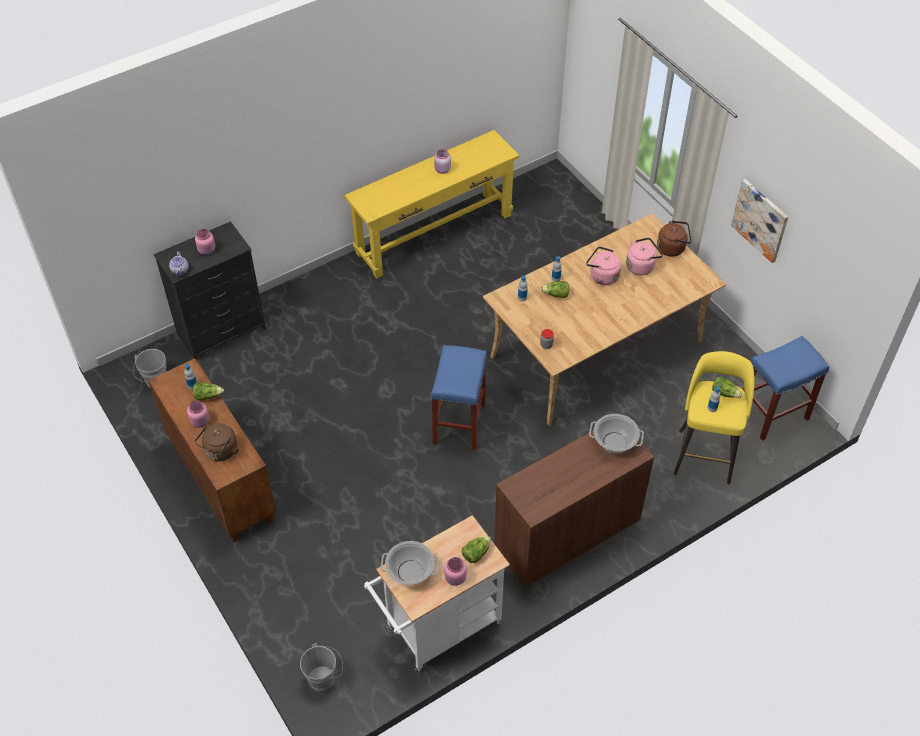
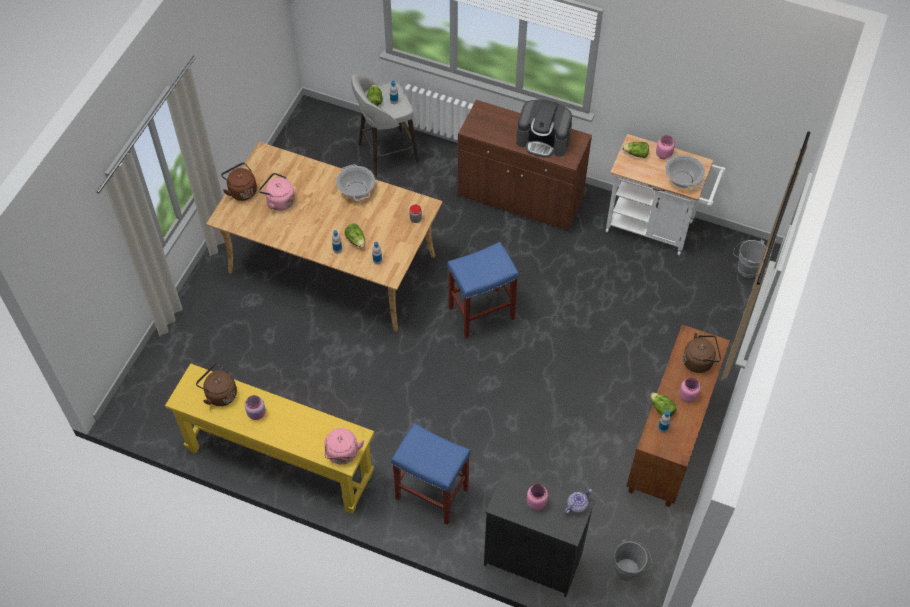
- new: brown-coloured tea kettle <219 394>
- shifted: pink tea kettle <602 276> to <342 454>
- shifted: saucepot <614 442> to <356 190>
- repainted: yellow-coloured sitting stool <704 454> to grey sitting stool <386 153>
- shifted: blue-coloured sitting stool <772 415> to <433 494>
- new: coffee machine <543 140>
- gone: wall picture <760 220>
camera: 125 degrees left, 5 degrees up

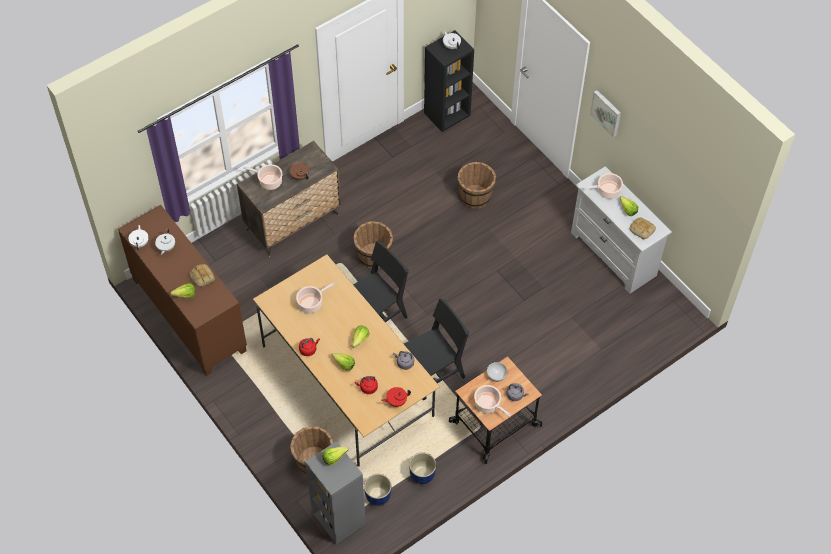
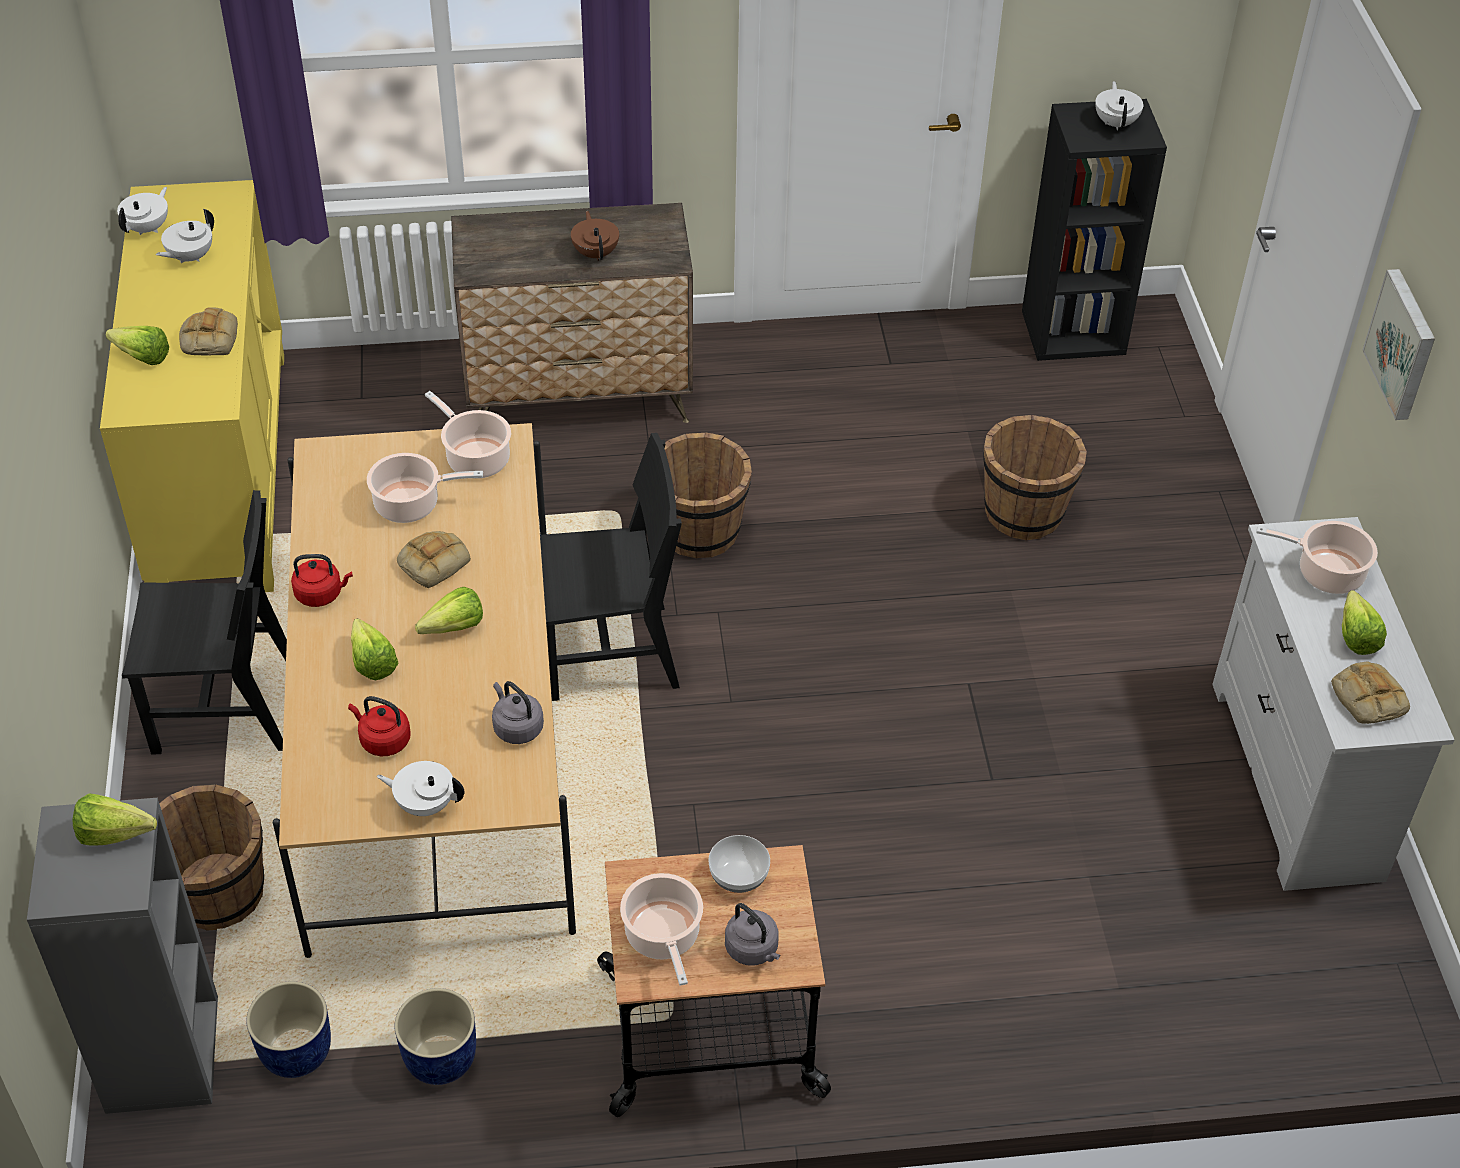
- repainted: brown-coloured storage cabinet <188 315> to yellow-coloured storage cabinet <219 472>
- shifted: blackish chair <432 373> to <226 708>
- repainted: red-coloured pot for tea <396 401> to white pot for tea <425 804>
- new: baked bread <434 561>
- shifted: saucepot <269 181> to <475 458>
camera: 30 degrees right, 10 degrees down

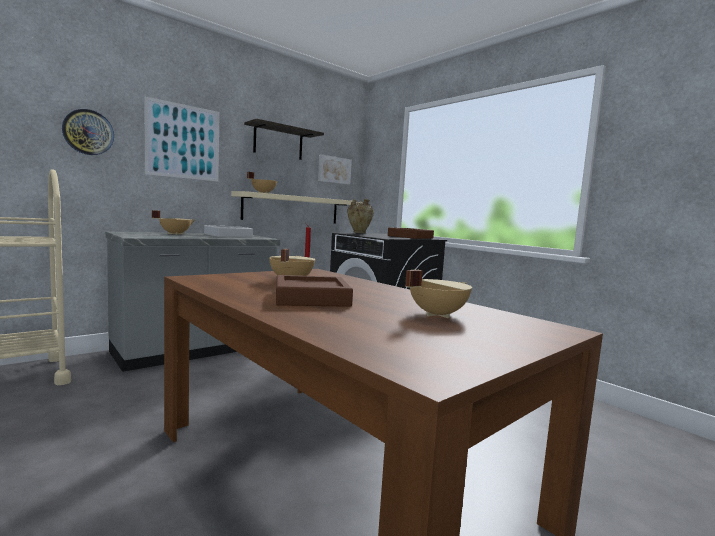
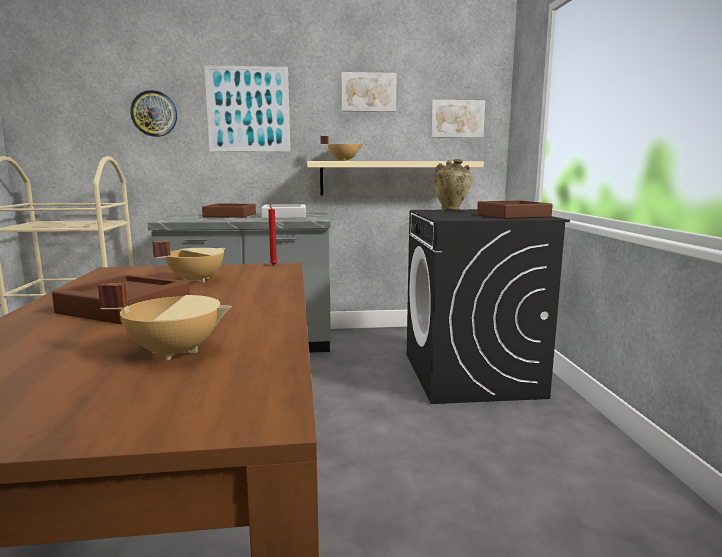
- swapped: beige saucepot <175 234> to brown-coloured tray <230 215>
- swapped: shelf <278 142> to wall picture <368 92>
camera: 35 degrees right, 5 degrees up

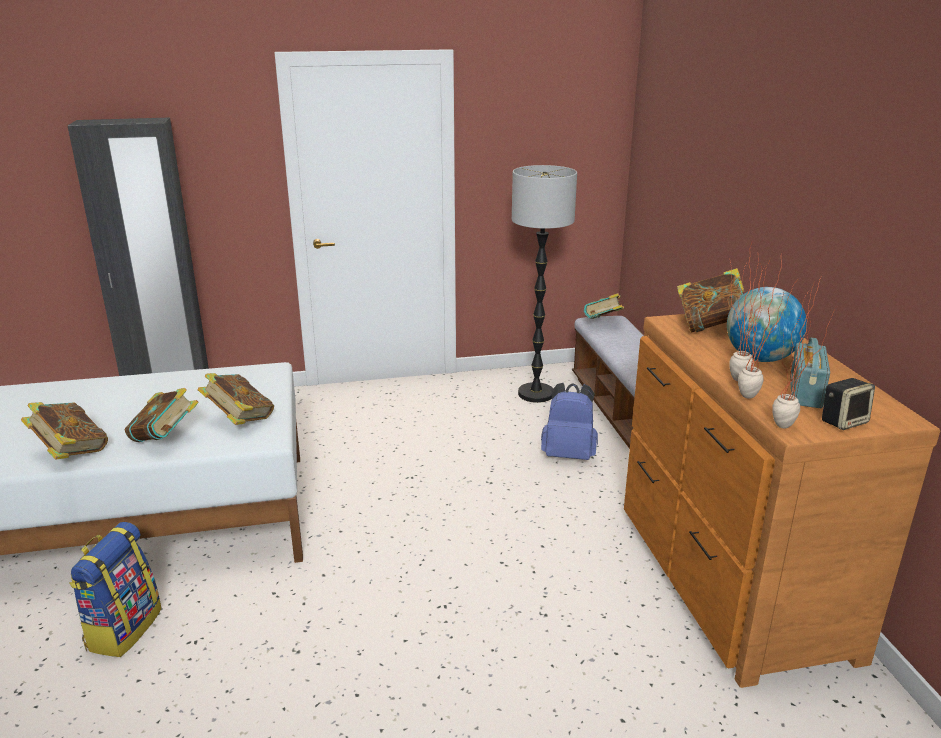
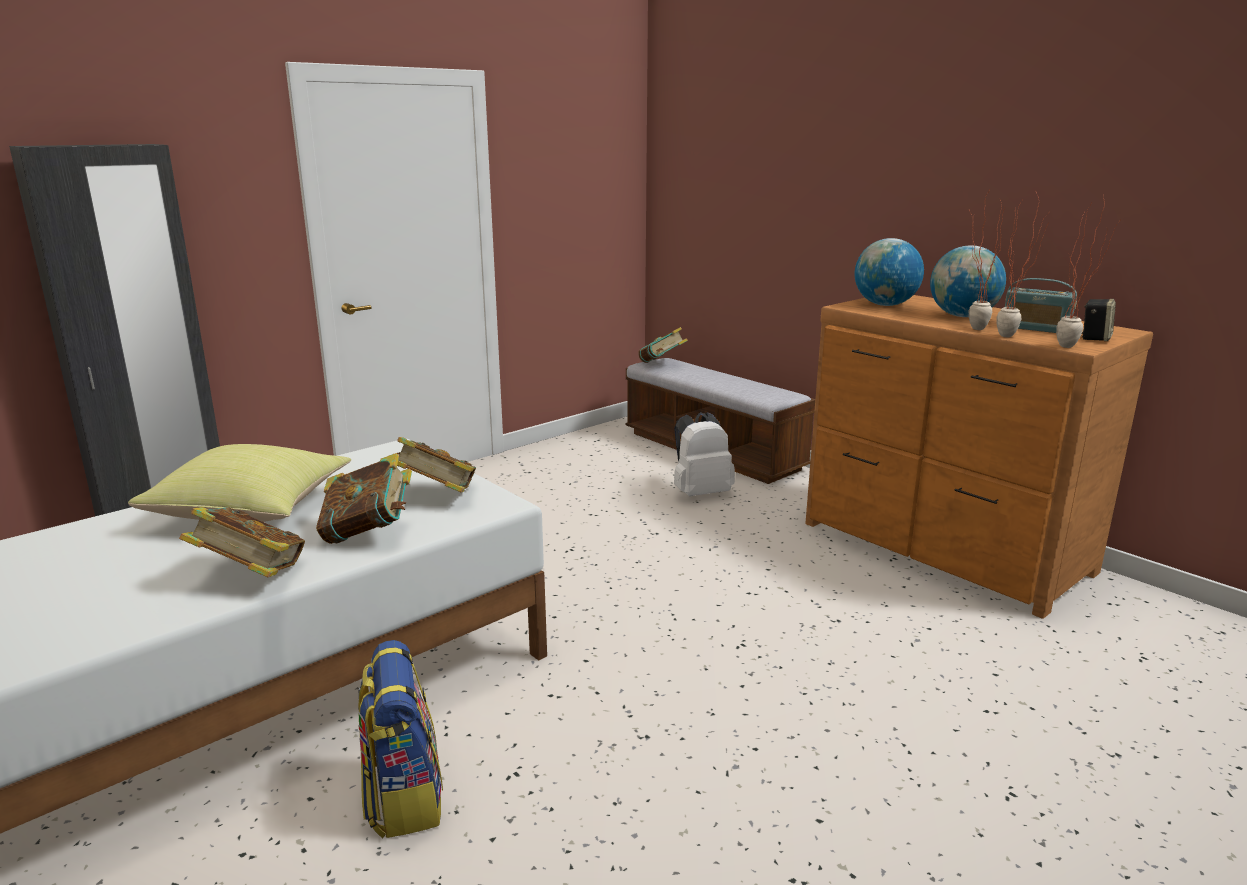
- new: yellow-coloured cushion <253 511>
- repainted: blue-coloured knapsack <568 454> to white knapsack <700 493>
- swapped: volume <711 326> to desk globe <885 305>
- rotated: radio receiver <805 392> = <1035 328> 45 degrees counterclockwise
- gone: standing lamp <536 394>
camera: 30 degrees left, 5 degrees down

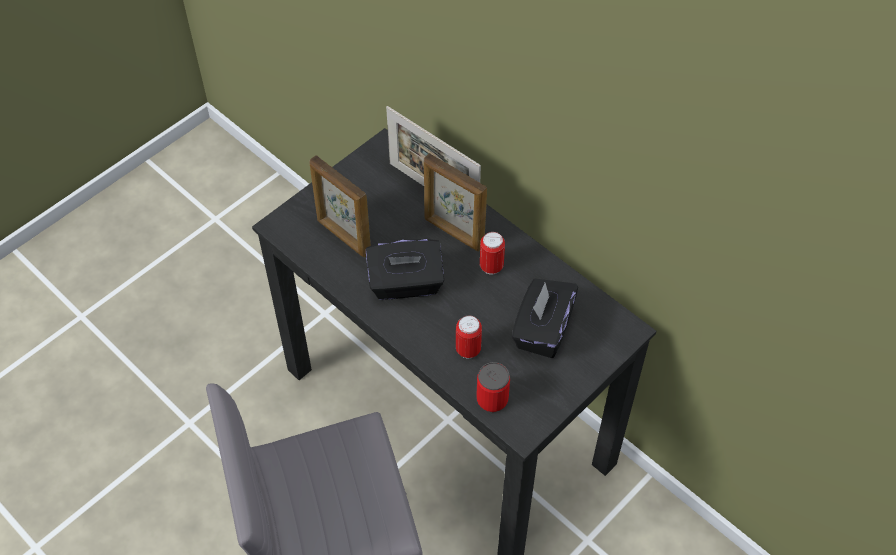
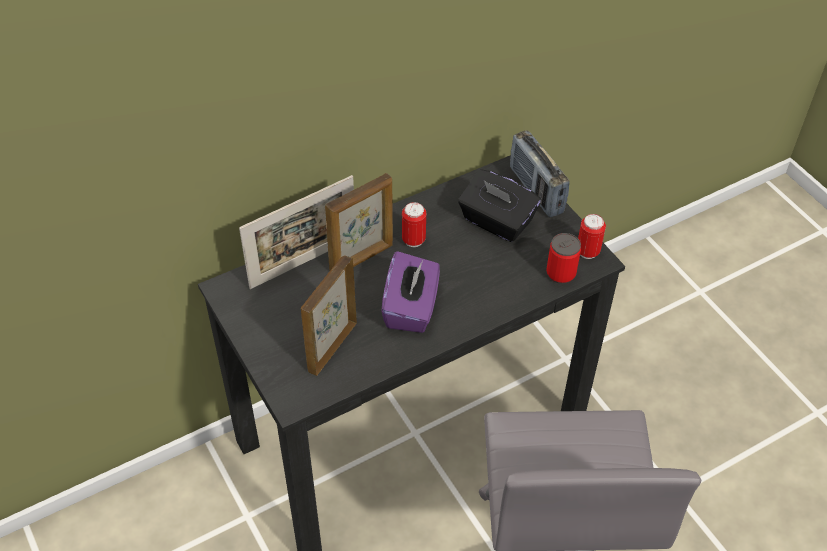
- rotated: picture frame <343 236> = <331 347> 150 degrees clockwise
- repainted: blackish tissue holder <406 284> to purple-coloured tissue holder <411 308>
- new: radio receiver <536 190>
- shifted: metal can <468 350> to <587 252>
camera: 75 degrees left, 5 degrees down

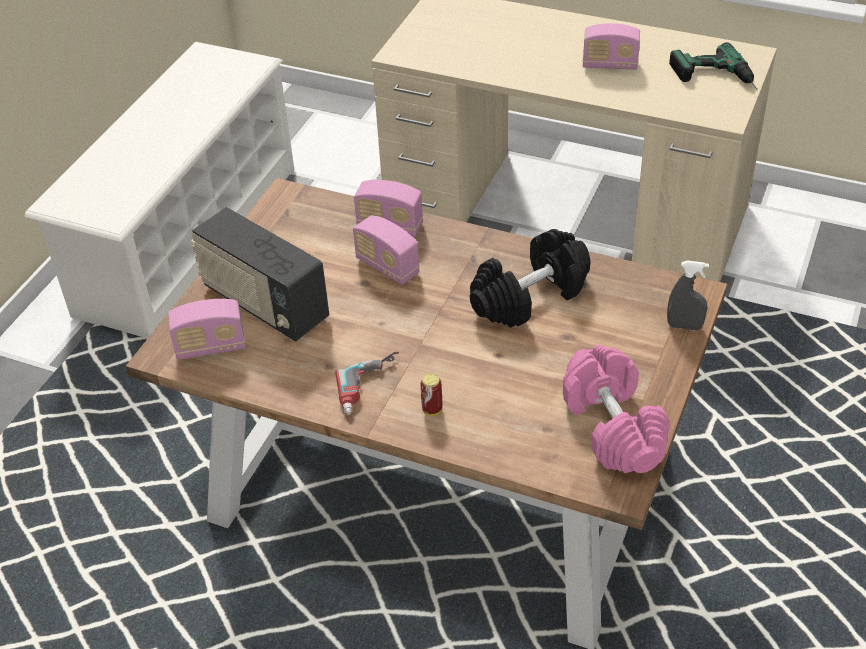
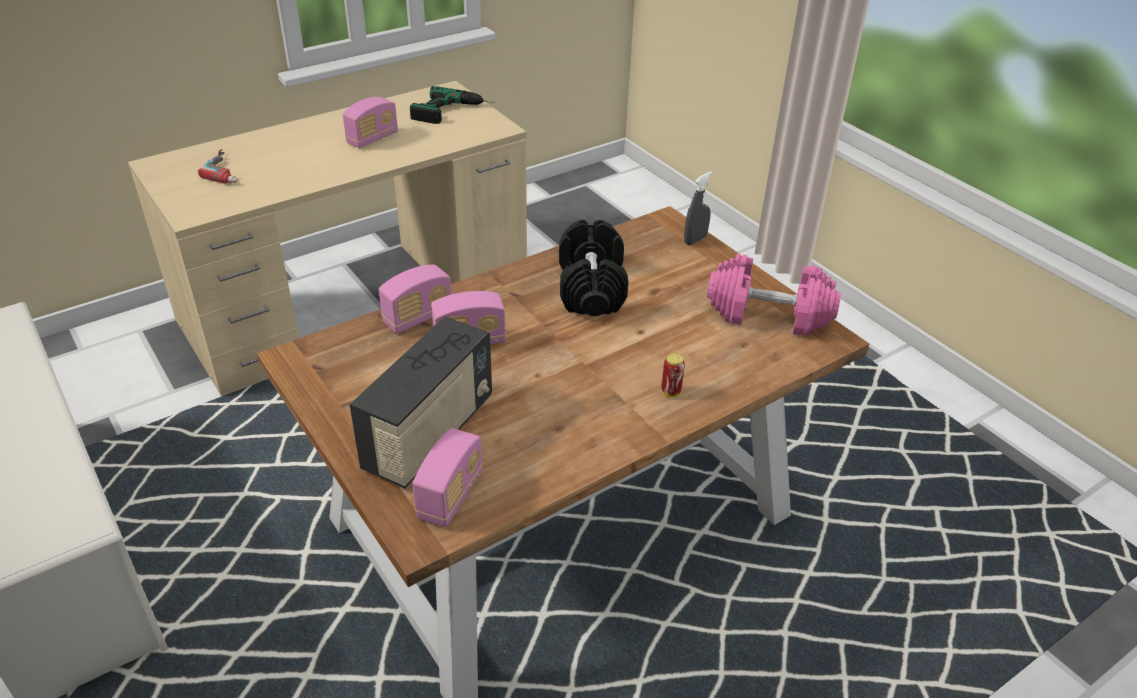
- shifted: drill <371 387> to <228 170>
- rotated: radio receiver <264 304> = <430 434> 45 degrees counterclockwise
camera: 60 degrees left, 5 degrees down

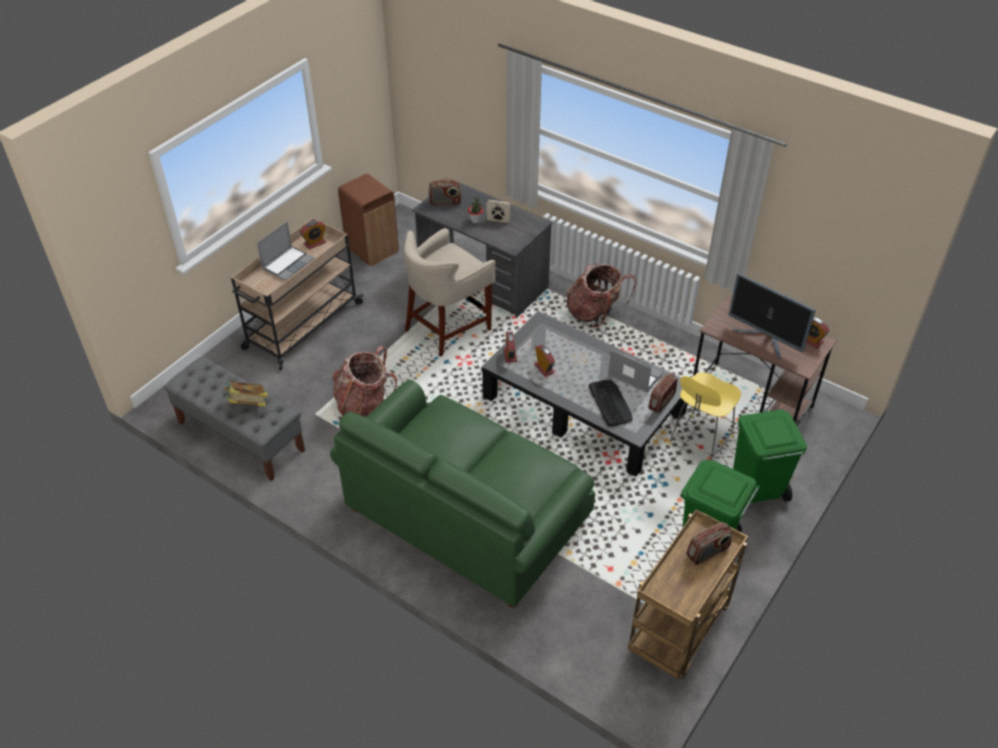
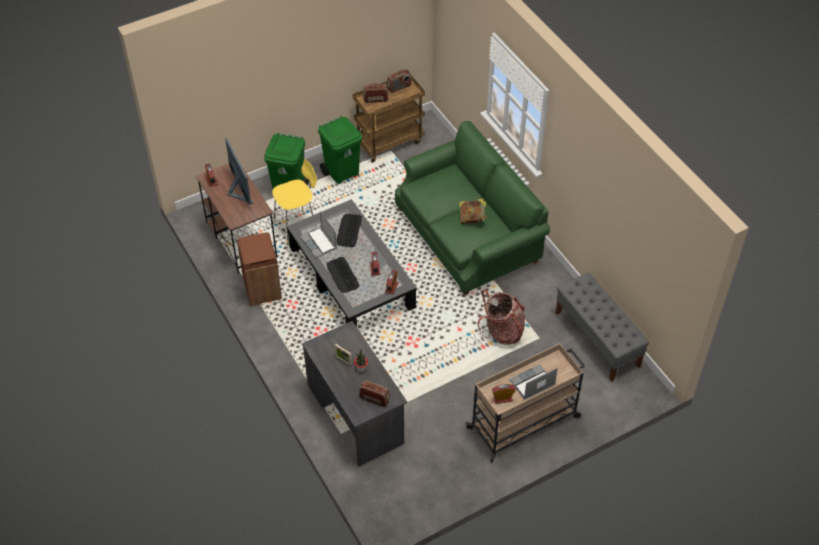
- shifted: brown-coloured trash can <372 249> to <262 290>
- new: PC keyboard <342 275>
- shifted: radio receiver <661 401> to <399 87>
- shifted: volume <248 404> to <472 219>
- gone: beige sitting stool <448 328>
- gone: knapsack <595 313>
camera: 155 degrees left, 5 degrees up

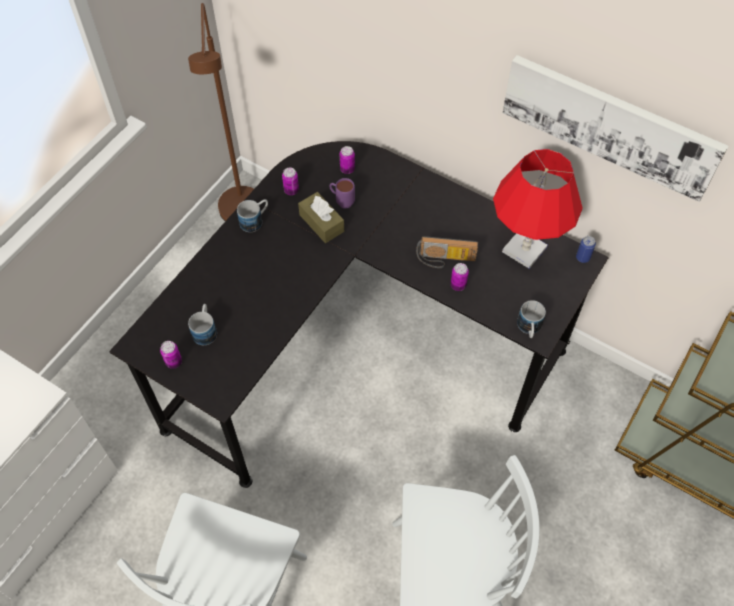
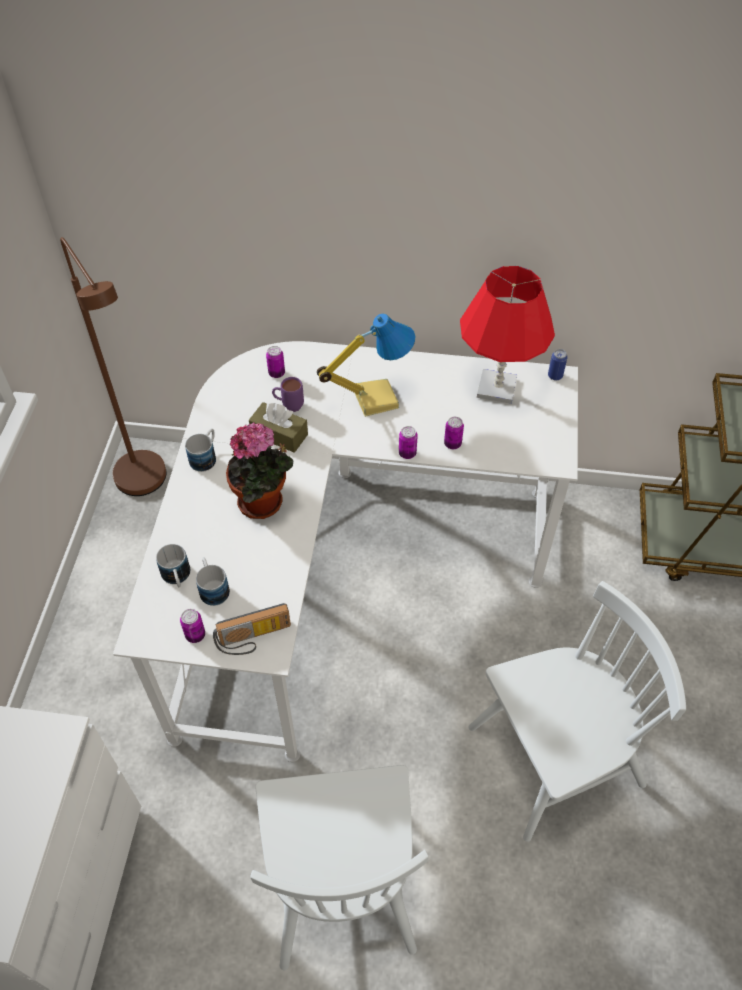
- repainted: blackish desk <357 349> to white desk <340 570>
- shifted: tea mug <529 329> to <177 578>
- shifted: radio receiver <445 260> to <254 639>
- new: potted plant <264 503>
- new: lamp for a table <374 398>
- shifted: metal can <291 190> to <407 453>
- gone: wall picture <610 124>
camera: 25 degrees left, 5 degrees down

